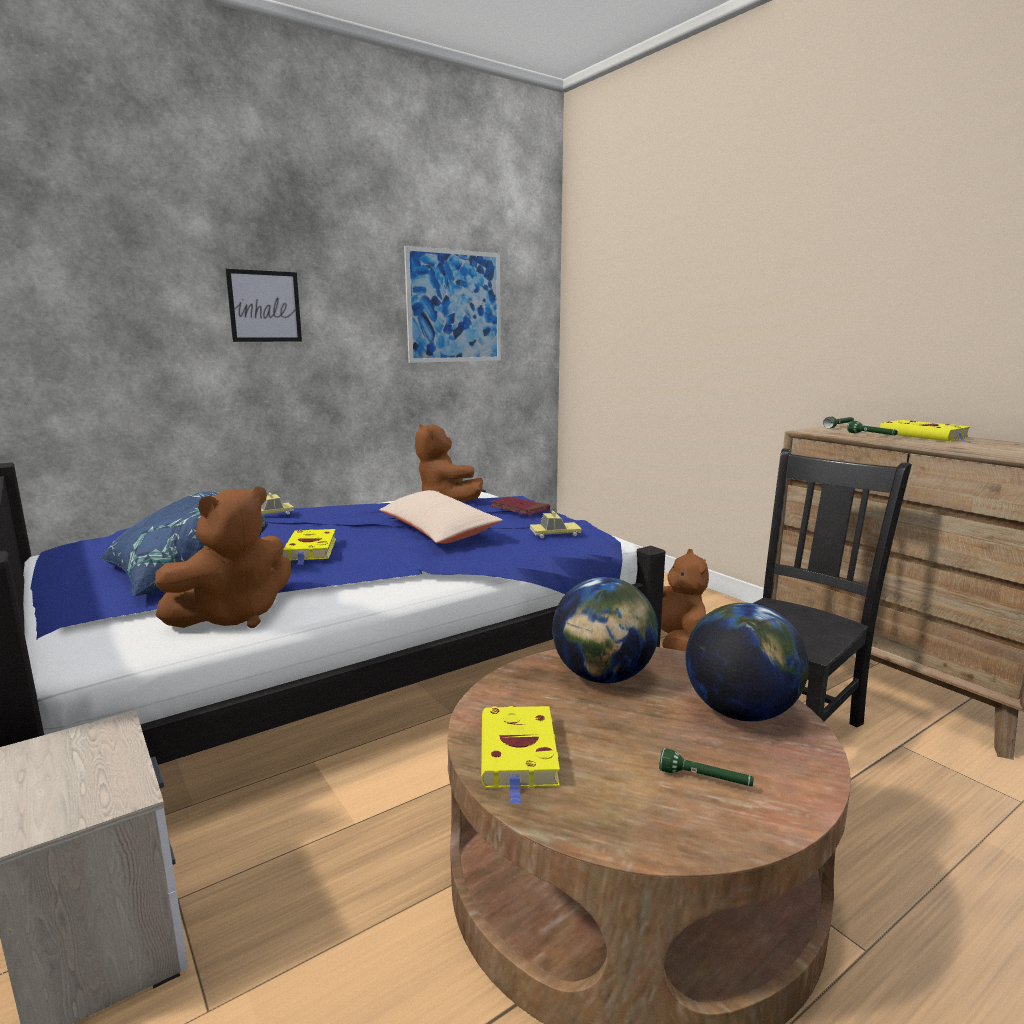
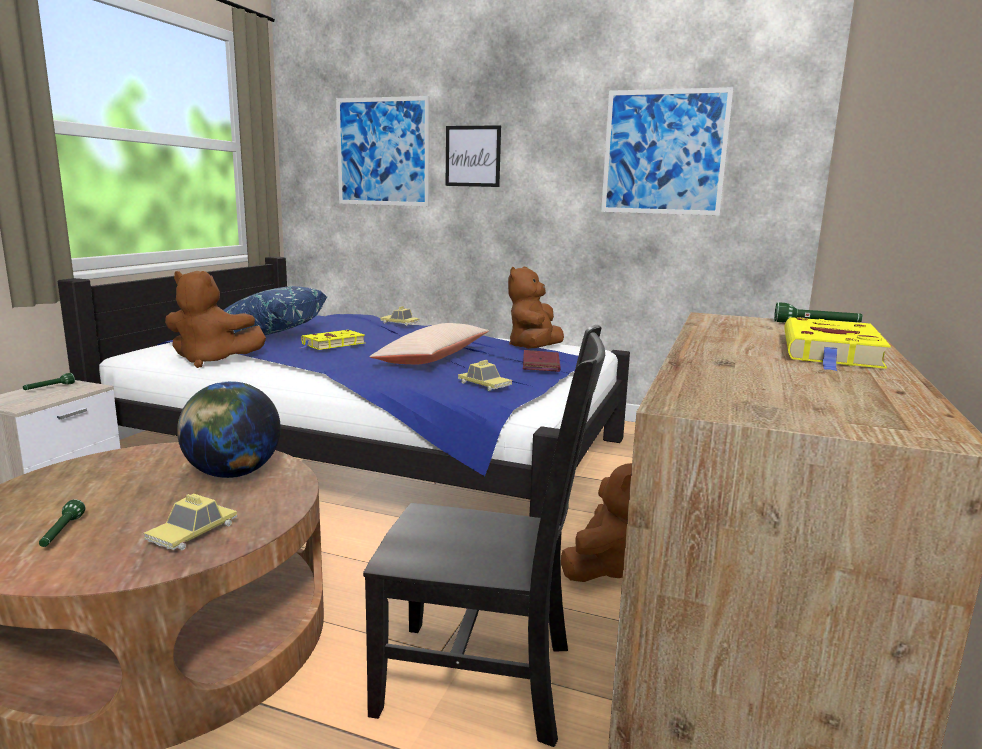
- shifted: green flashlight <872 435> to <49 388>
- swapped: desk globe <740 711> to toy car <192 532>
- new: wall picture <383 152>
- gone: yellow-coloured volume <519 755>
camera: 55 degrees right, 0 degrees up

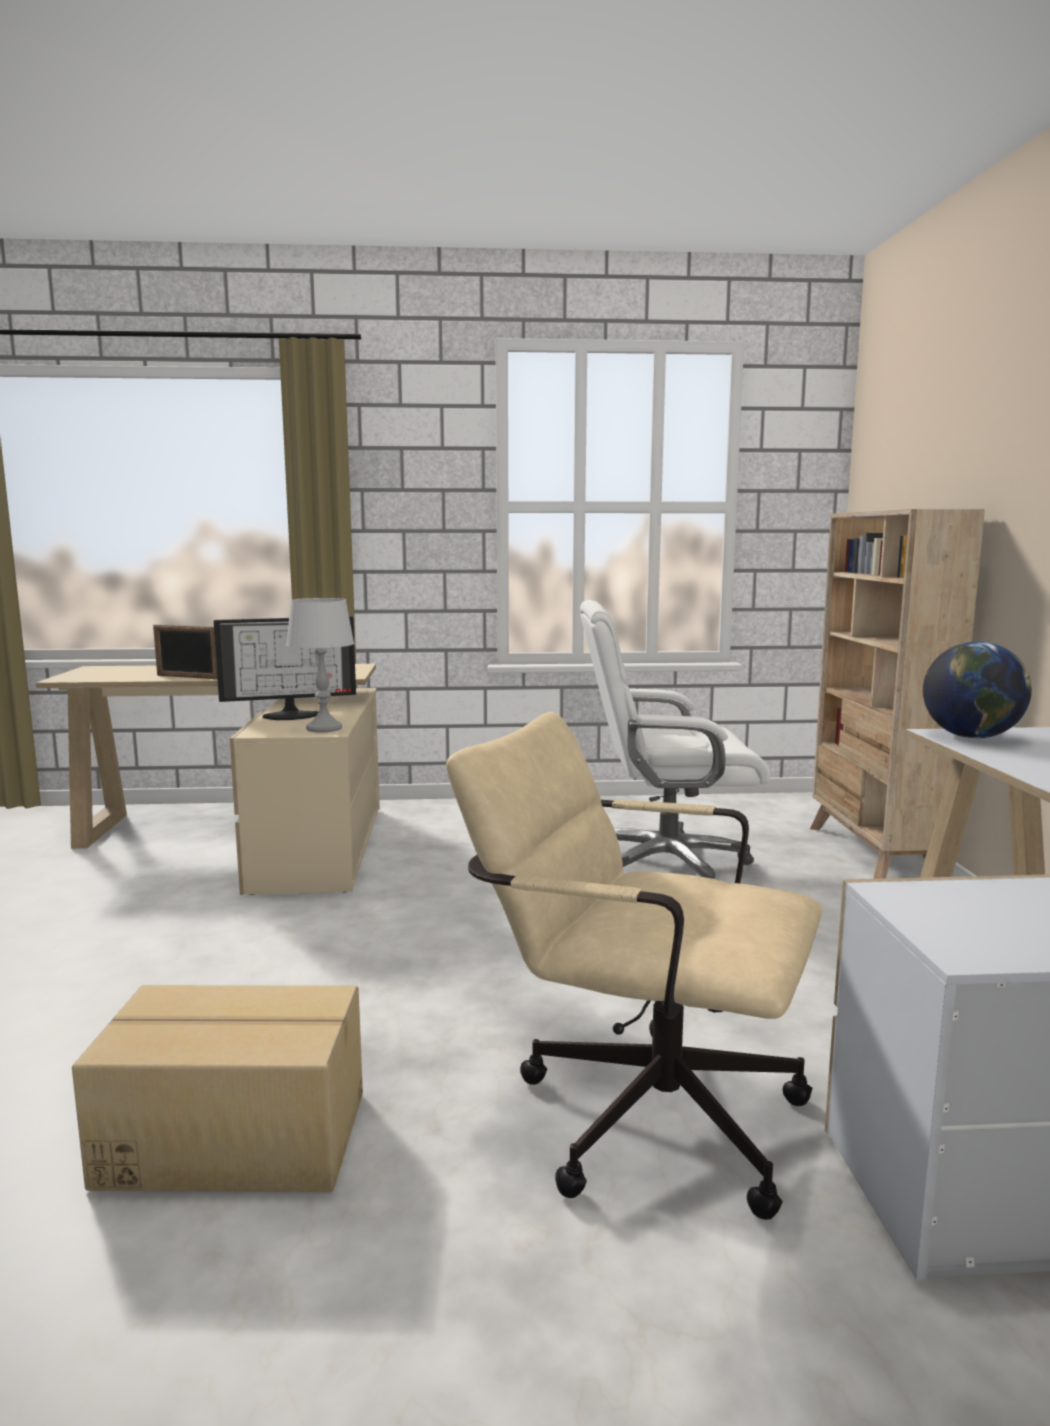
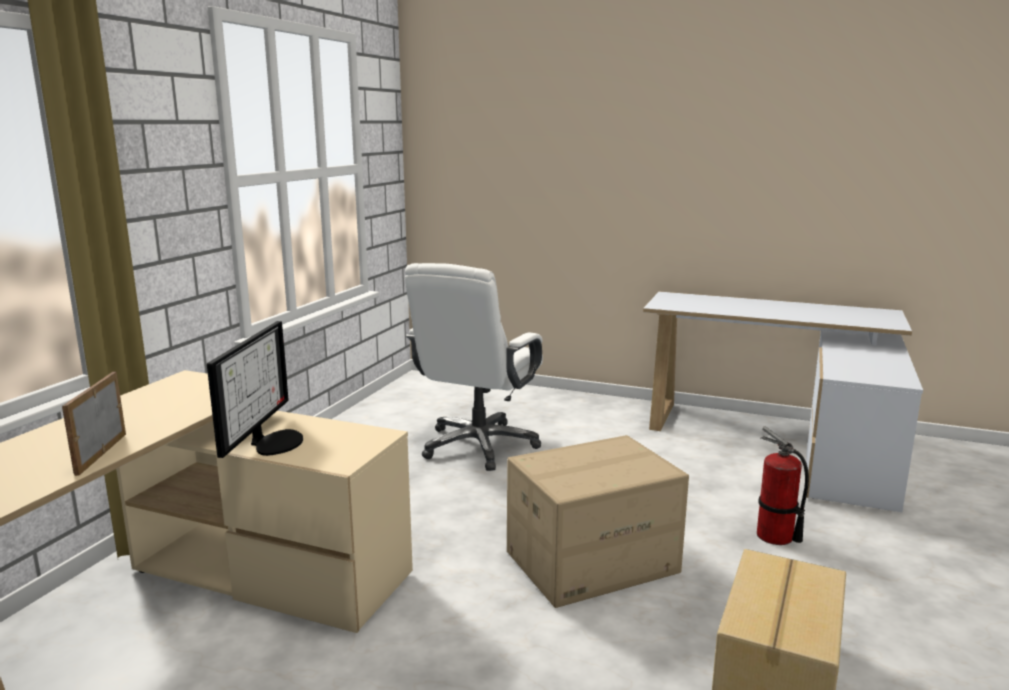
- rotated: picture frame <187 677> = <101 453> 135 degrees clockwise
- new: carton <591 561>
- swapped: beige office chair <635 1110> to fire-fighting cylinder <774 536>
- gone: grey lamp for a table <324 728>
- gone: beige bookshelf <872 853>
- gone: desk globe <971 737>
camera: 65 degrees left, 5 degrees up

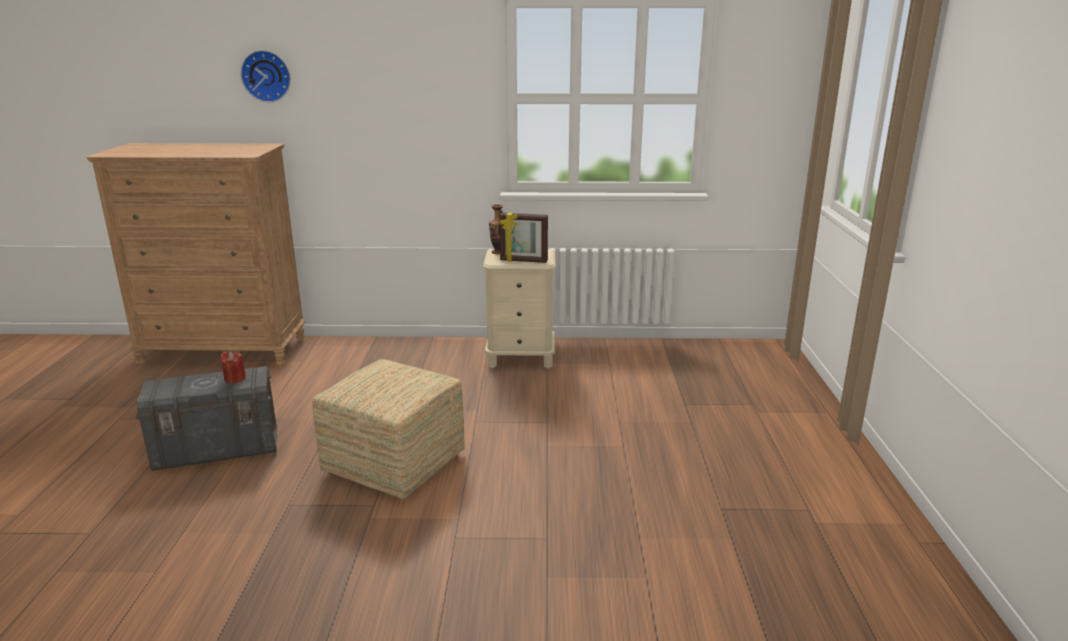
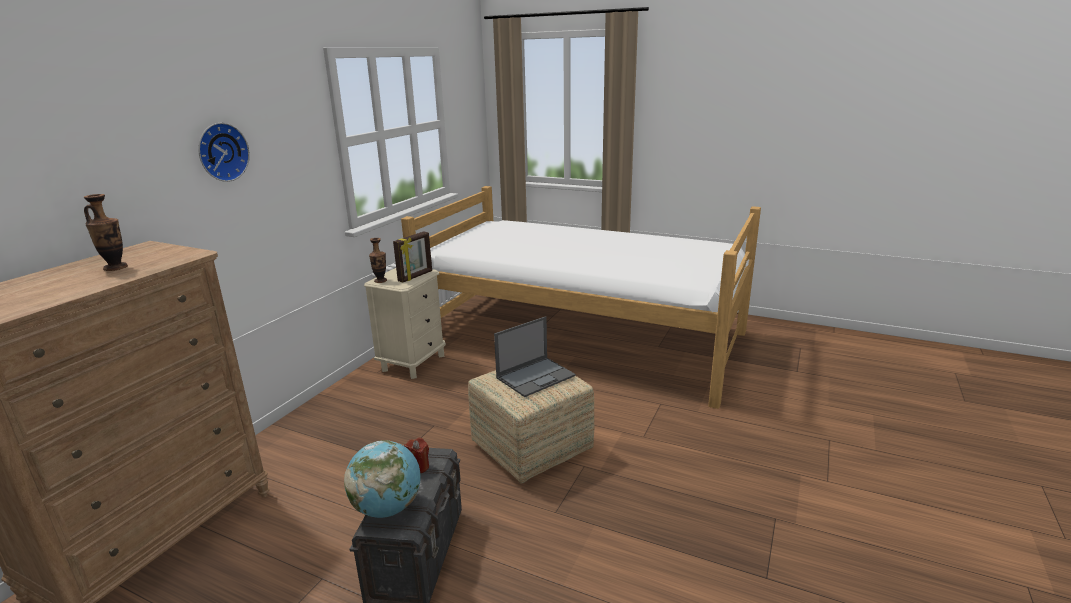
- new: decorative vase <116 268>
- shifted: clock on the wall <267 76> to <221 152>
- new: desk globe <387 508>
- new: bed <581 338>
- new: notebook computer <536 376>
camera: 65 degrees left, 0 degrees up

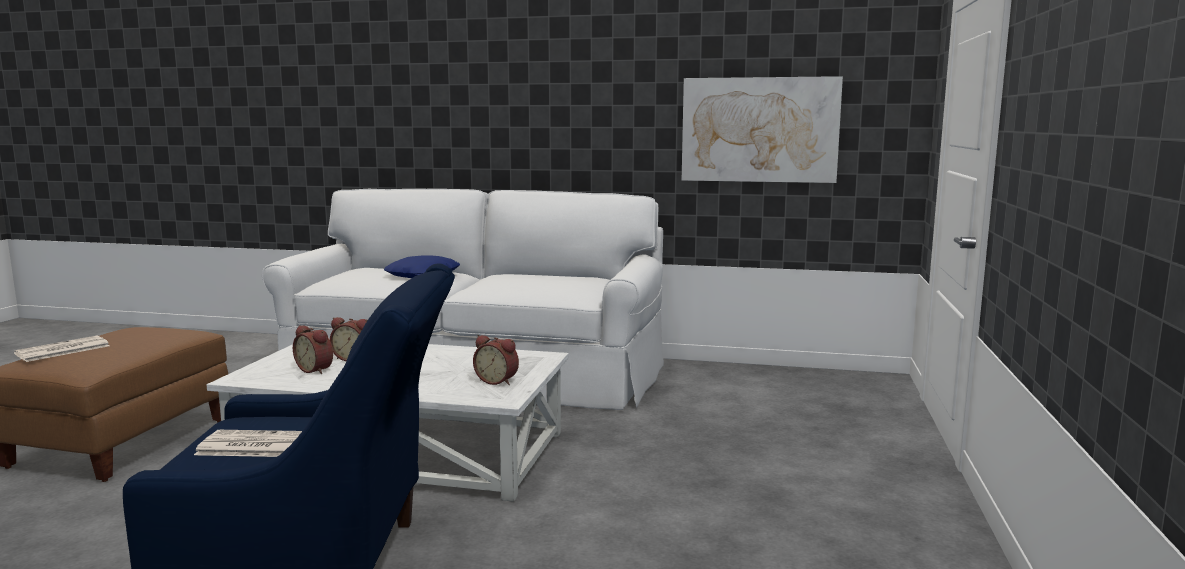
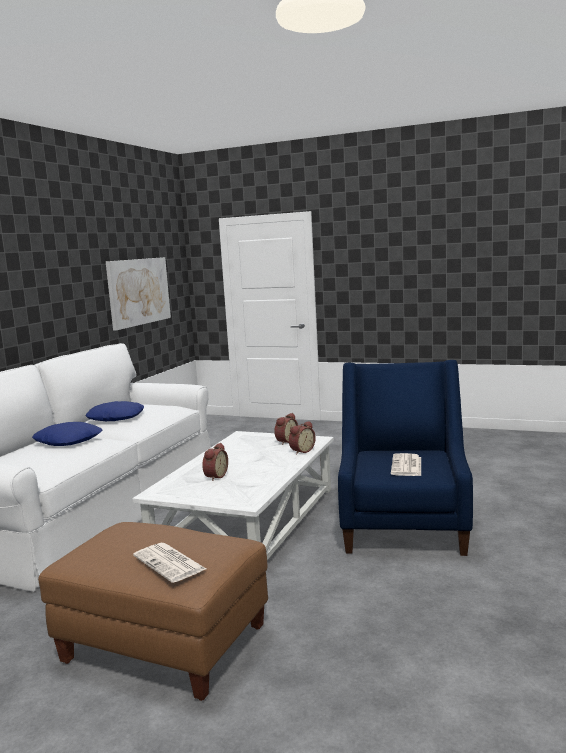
- new: blue-coloured cushion <116 417>
- shifted: table clock <316 370> to <301 451>
camera: 80 degrees left, 0 degrees up

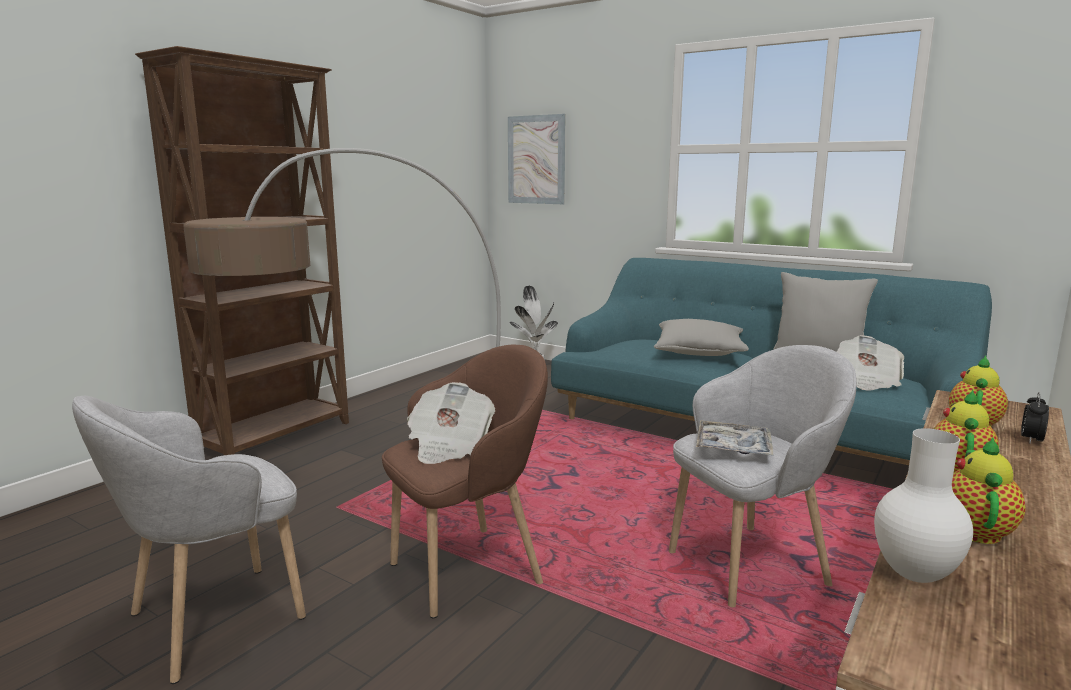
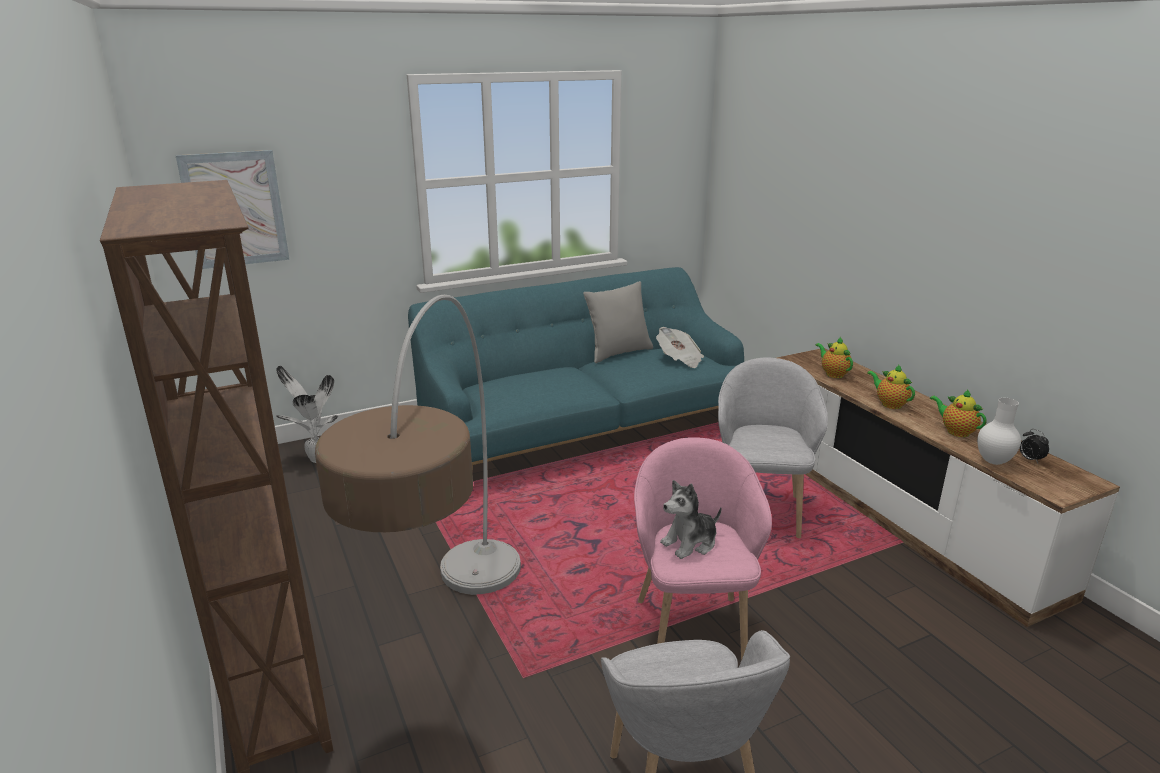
- repainted: brown-coloured lounge chair <469 570> to pink lounge chair <692 627>
- swapped: printed paper <449 446> to plush toy <690 543>
- shifted: table clock <1030 440> to <1030 459>
- gone: grey cushion <699 352>
- gone: tray <733 447>
camera: 60 degrees left, 10 degrees up

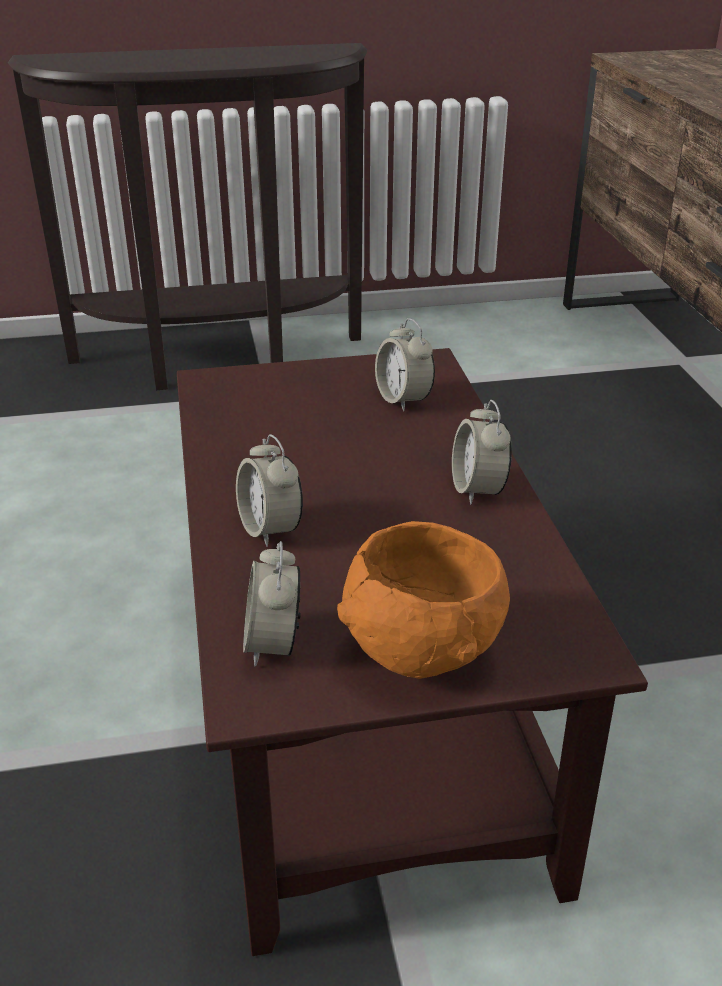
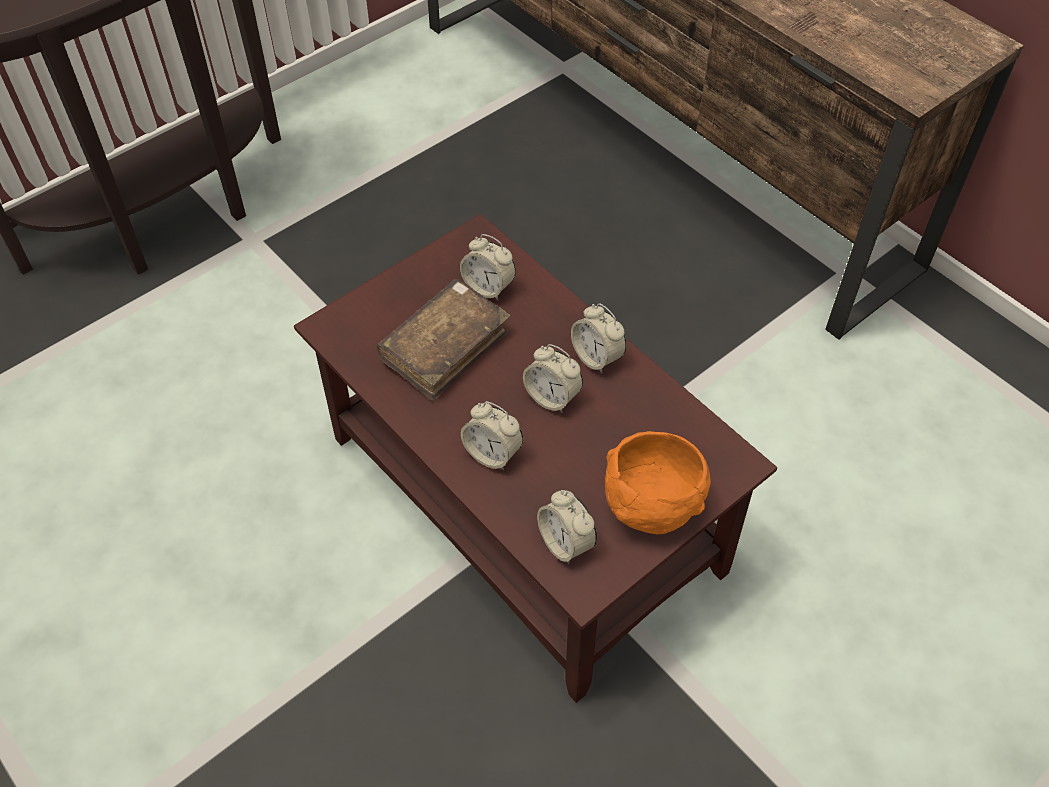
- new: brown-coloured volume <445 347>
- new: table clock <552 397>
camera: 30 degrees left, 20 degrees up

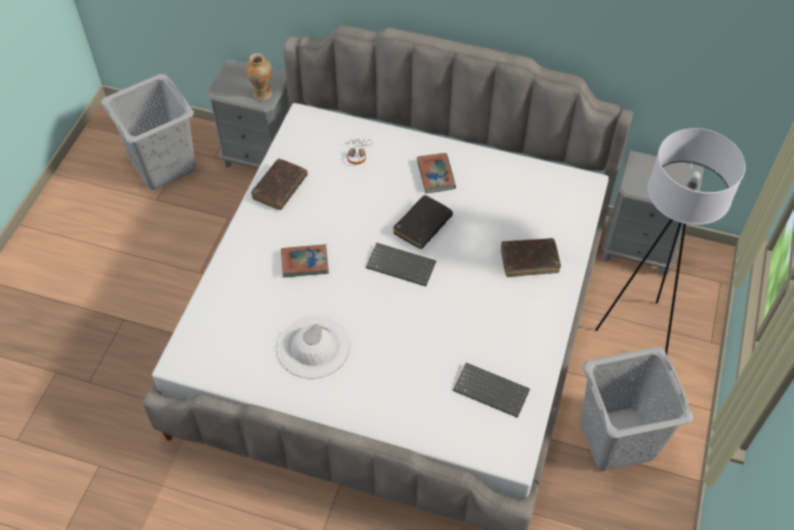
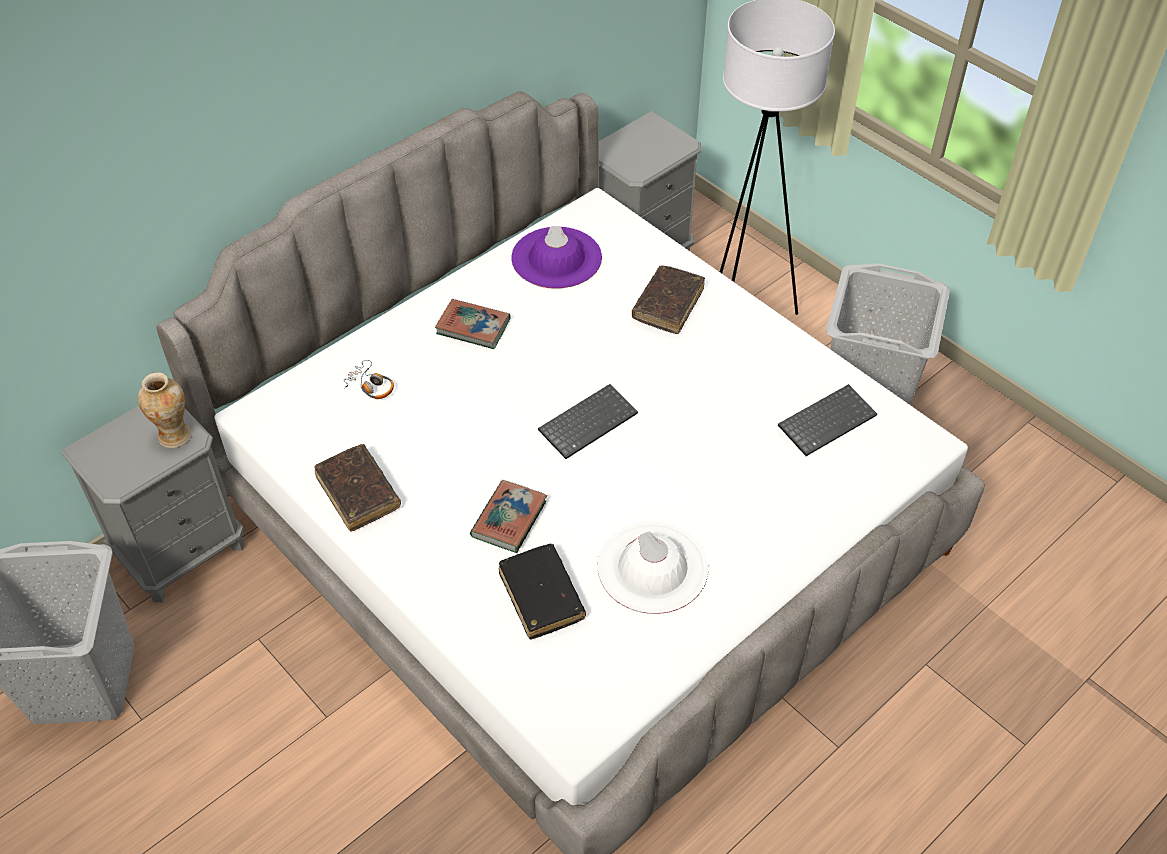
- shifted: blackish volume <422 226> to <541 596>
- new: purple-coloured hat <556 258>
camera: 60 degrees left, 5 degrees down

